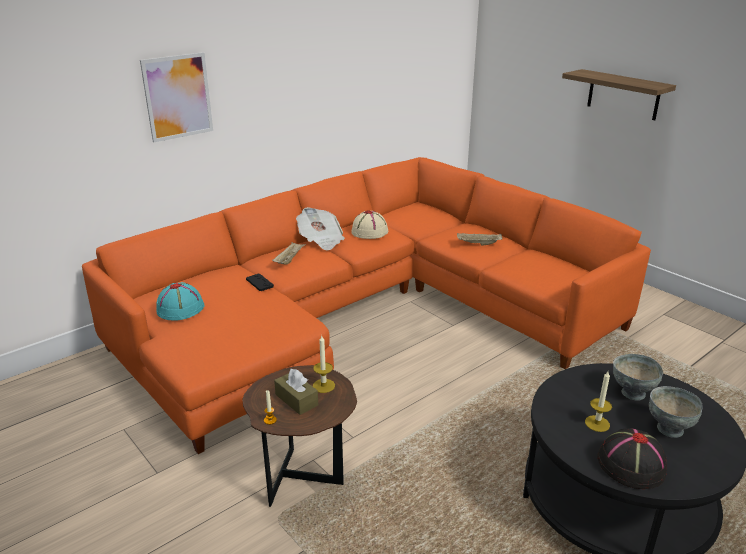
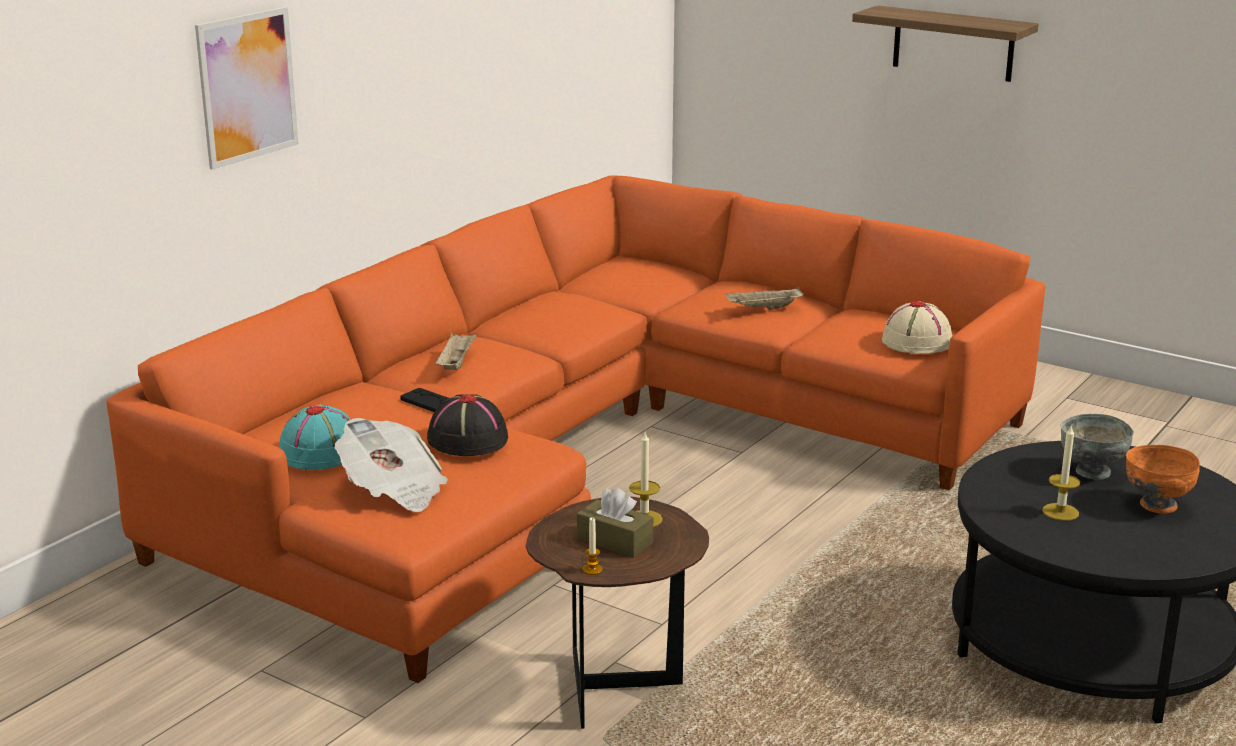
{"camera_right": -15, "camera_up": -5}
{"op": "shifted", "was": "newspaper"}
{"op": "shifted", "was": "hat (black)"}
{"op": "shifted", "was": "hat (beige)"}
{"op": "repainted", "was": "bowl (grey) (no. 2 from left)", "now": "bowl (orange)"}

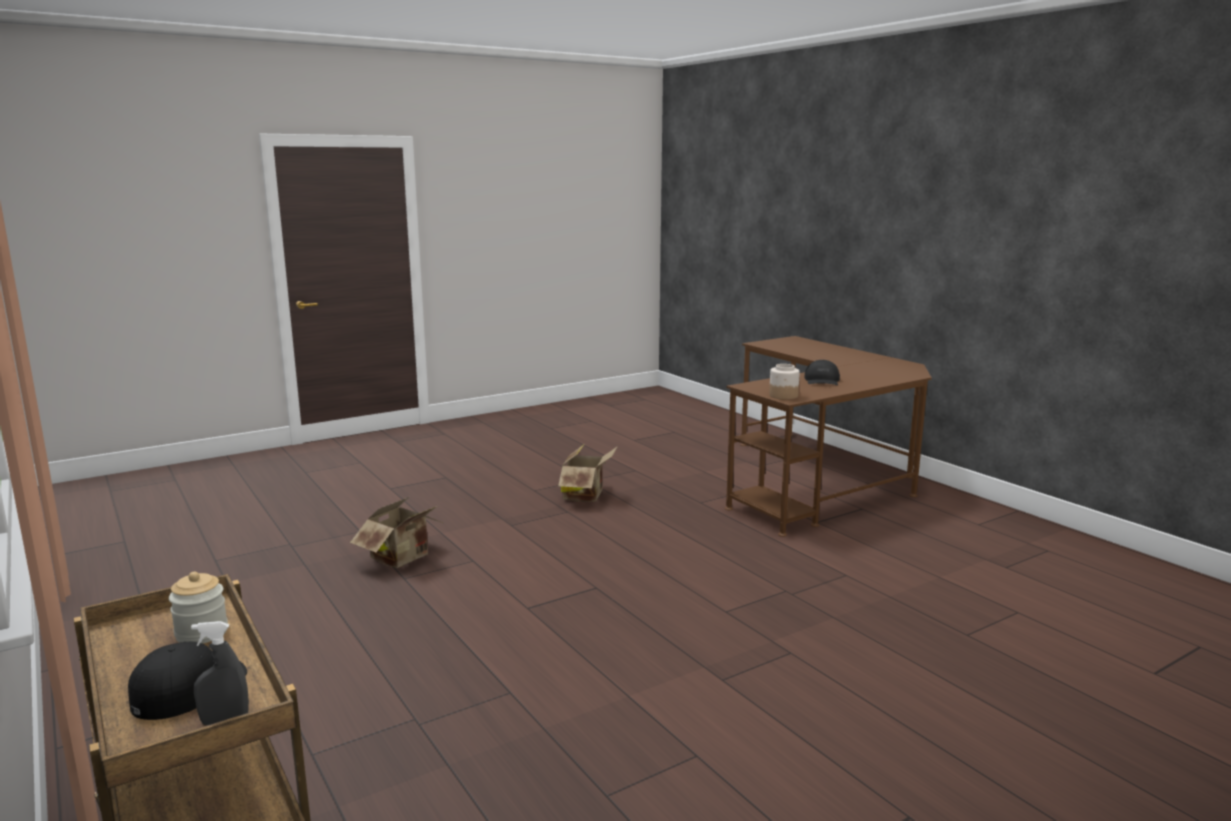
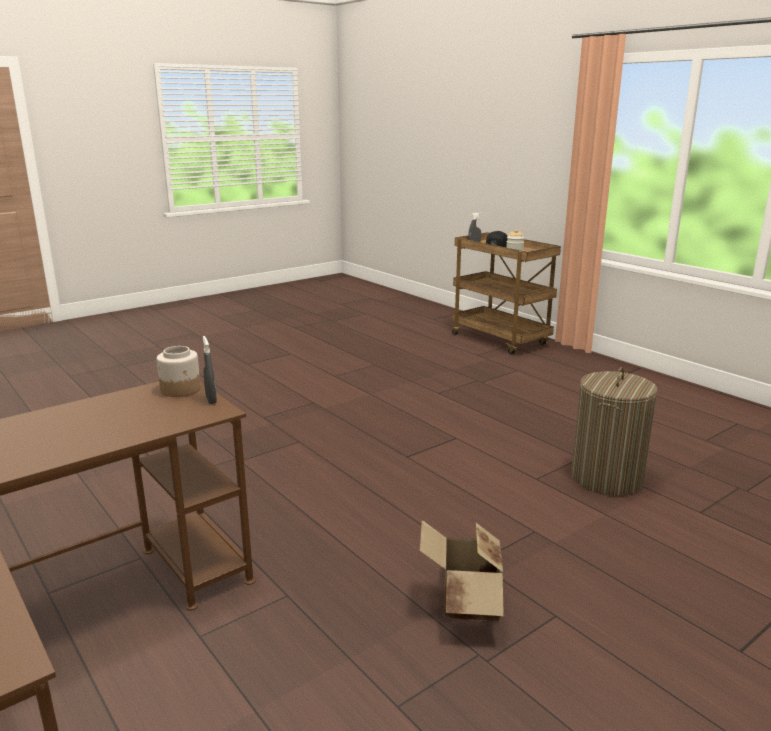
{"camera_right": 175, "camera_up": 5}
{"op": "new", "now": "spray bottle (grey) (no. 1 from left)"}
{"op": "swapped", "was": "cardboard box (no. 1 from left)", "now": "laundry basket"}
{"op": "gone", "was": "cap (black) (no. 2 from left)"}

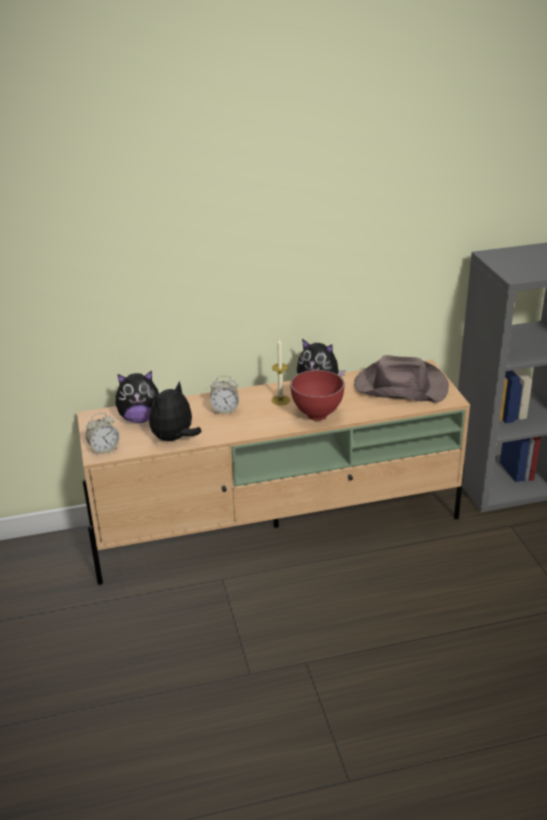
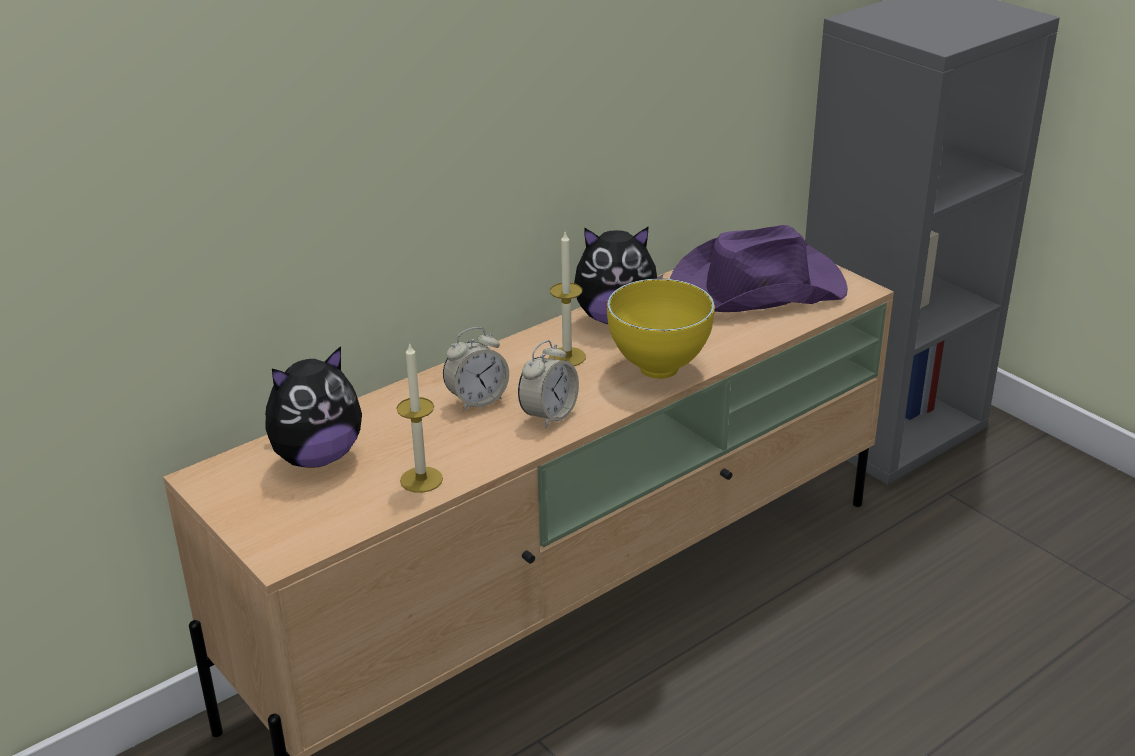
{"camera_right": -25, "camera_up": 0}
{"op": "swapped", "was": "plush toy (no. 2 from left)", "now": "candle (no. 1 from left)"}
{"op": "shifted", "was": "alarm clock (no. 1 from left in the first image)", "now": "alarm clock (no. 2 from left)"}
{"op": "repainted", "was": "bowl (red)", "now": "bowl (yellow)"}
{"op": "repainted", "was": "hat (brown)", "now": "hat (purple)"}

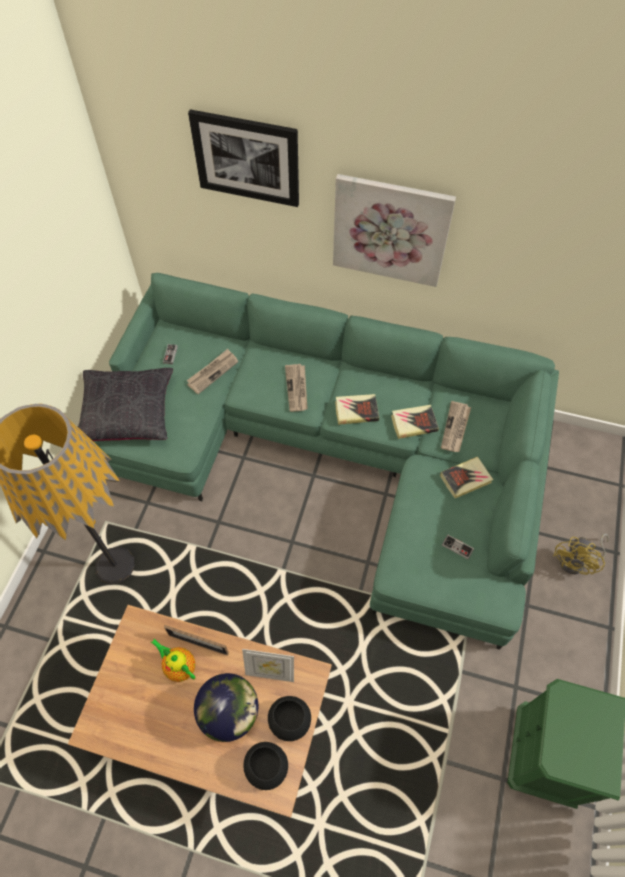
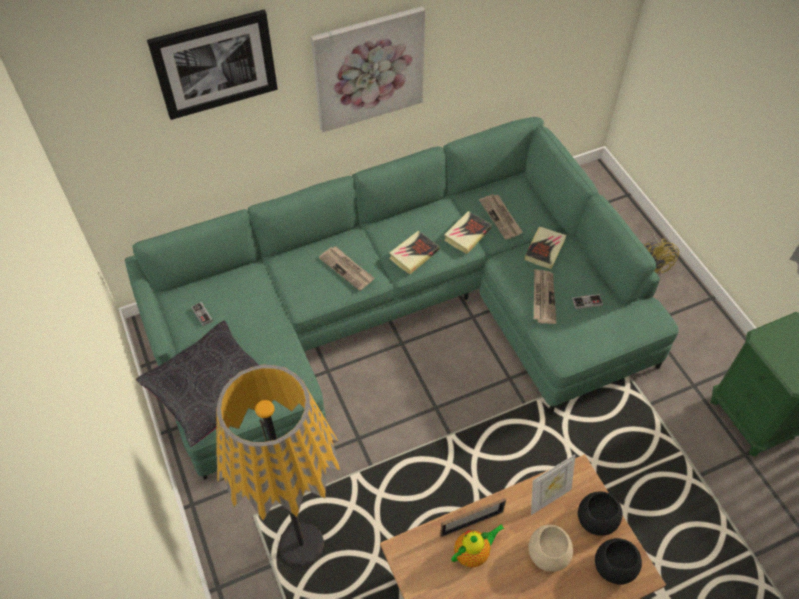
{"camera_right": -40, "camera_up": -5}
{"op": "rotated", "was": "teapot", "clockwise": 150}
{"op": "swapped", "was": "globe", "now": "bowl (beige)"}
{"op": "shifted", "was": "newspaper (no. 1 from left in the first image)", "now": "newspaper (no. 3 from left)"}

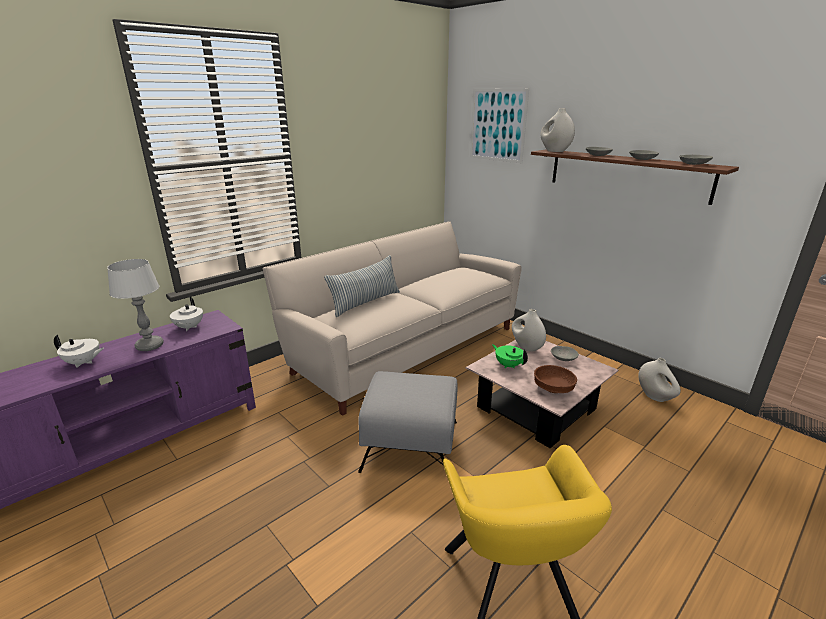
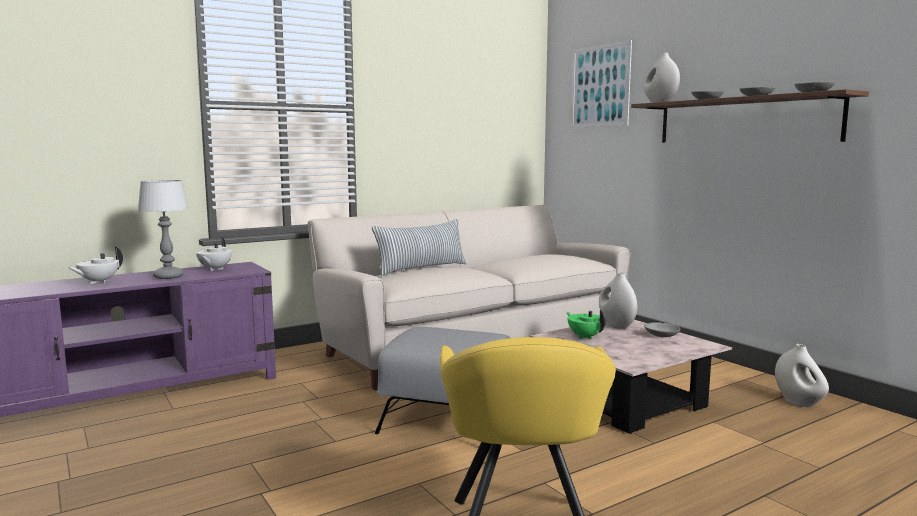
{"camera_right": 10, "camera_up": -15}
{"op": "rotated", "was": "teapot (white) (no. 1 from left)", "clockwise": 105}
{"op": "gone", "was": "bowl (brown)"}

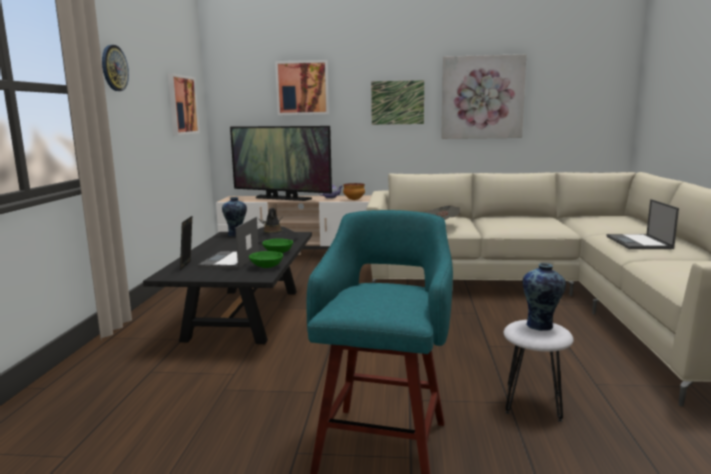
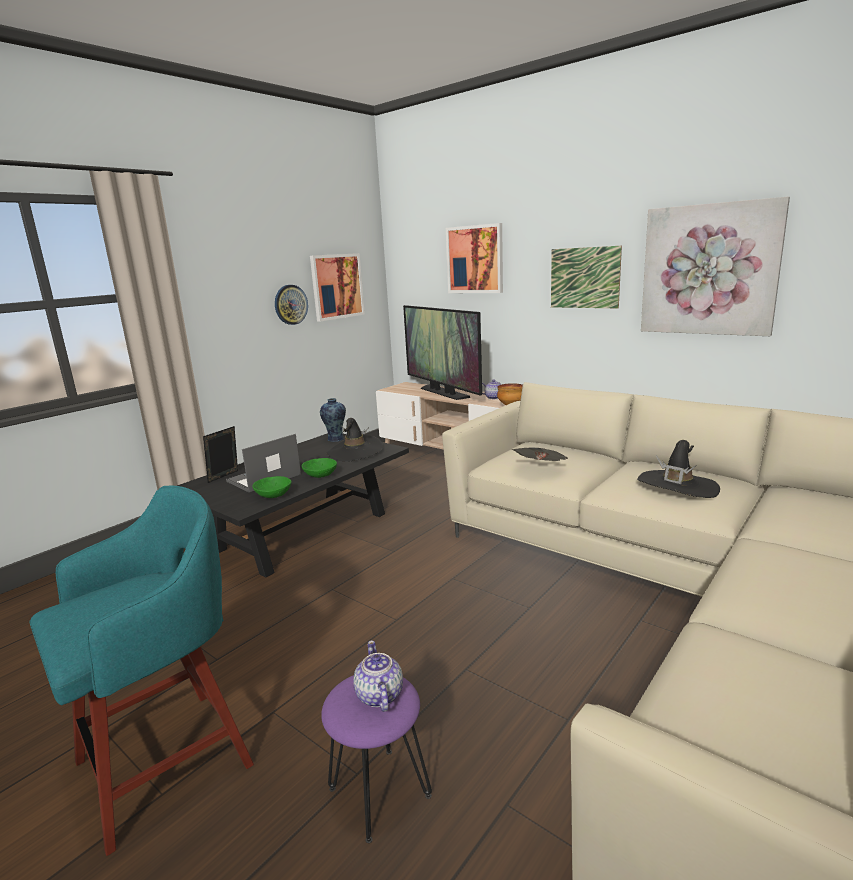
{"camera_right": 35, "camera_up": 5}
{"op": "shifted", "was": "wall clock"}
{"op": "repainted", "was": "stool (white)", "now": "stool (purple)"}
{"op": "swapped", "was": "vase (no. 2 from left)", "now": "teapot (no. 1 from left)"}
{"op": "new", "now": "hat (black) (no. 2 from left)"}
{"op": "gone", "was": "laptop (no. 2 from left)"}

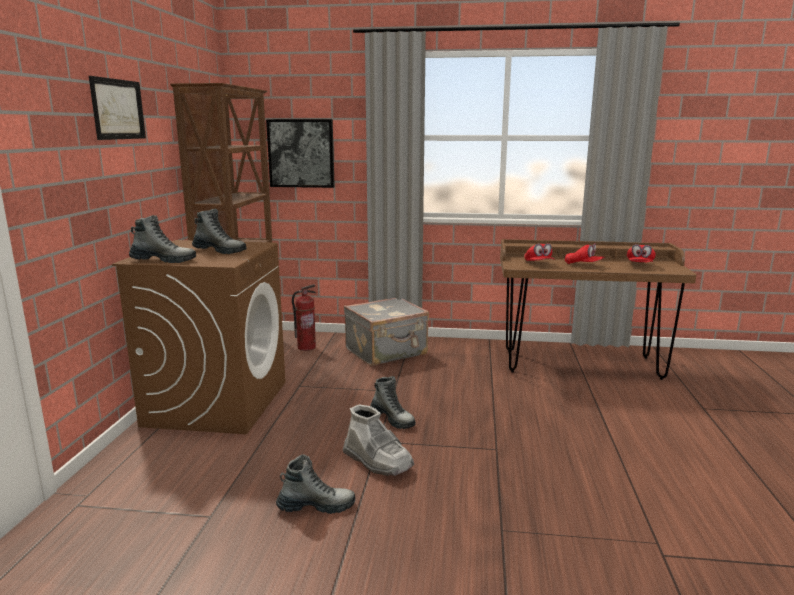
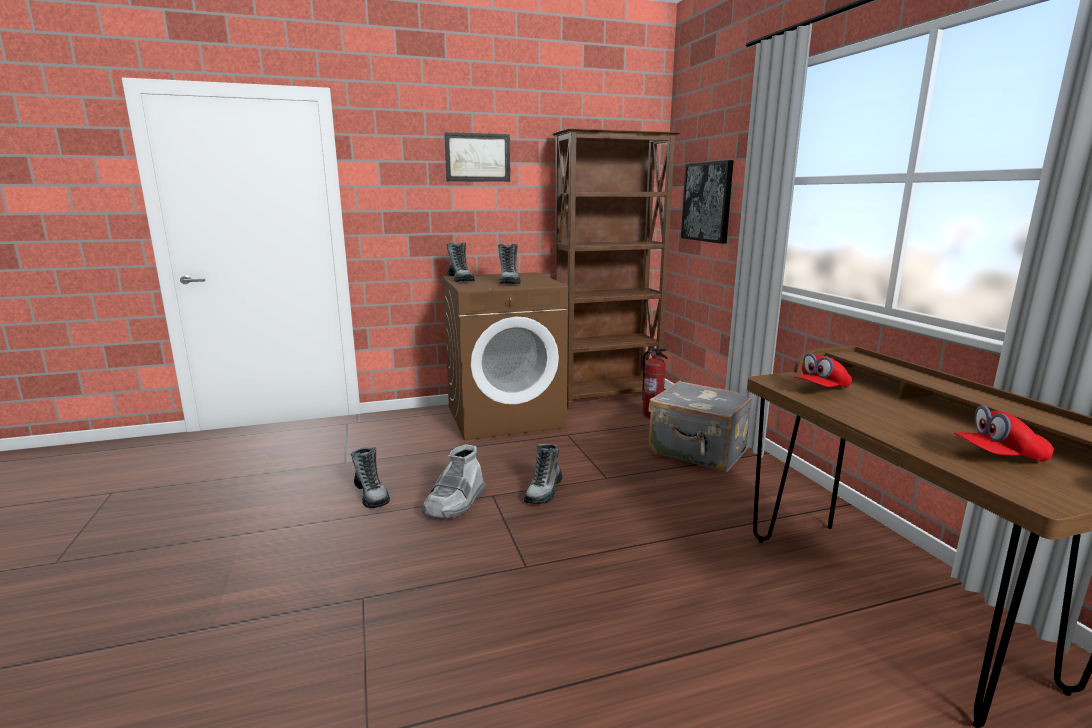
{"camera_right": 65, "camera_up": 0}
{"op": "gone", "was": "cap (red) (no. 2 from left)"}

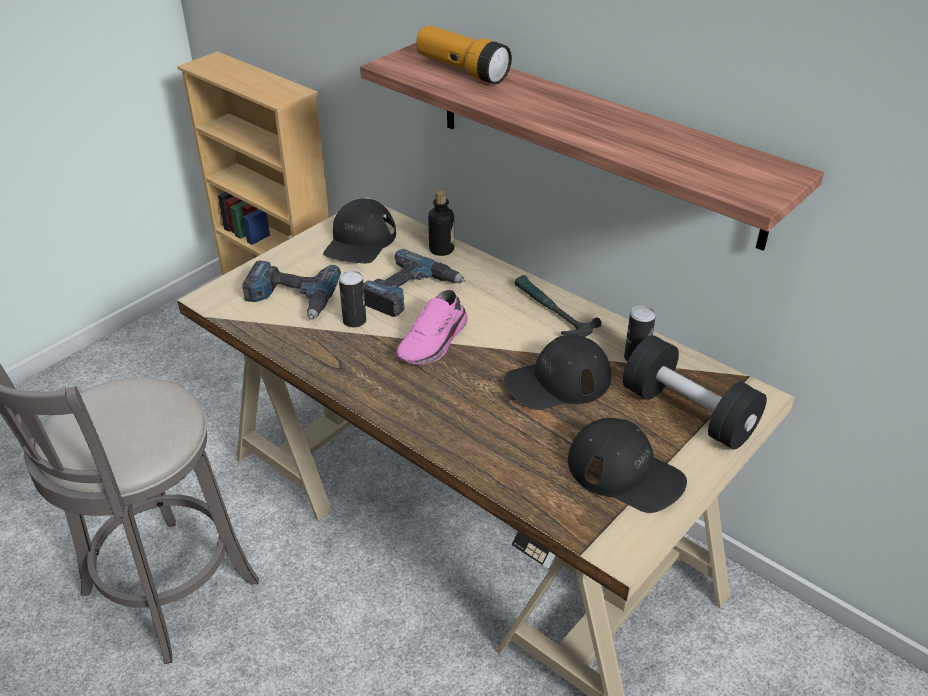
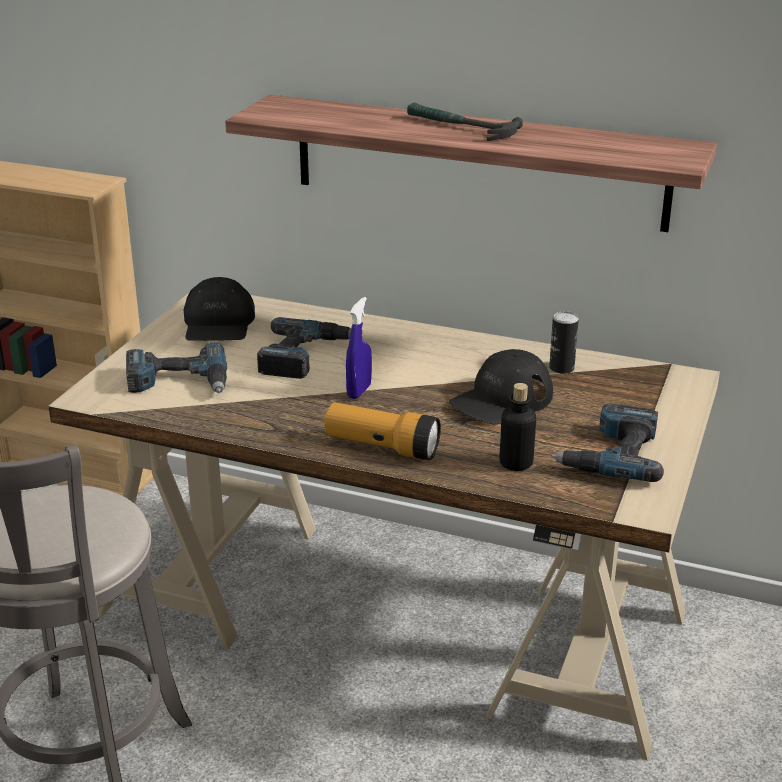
{"camera_right": -20, "camera_up": -10}
{"op": "shifted", "was": "flashlight"}
{"op": "swapped", "was": "shoe (pink)", "now": "spray bottle (blue)"}
{"op": "shifted", "was": "hammer"}
{"op": "shifted", "was": "bottle"}
{"op": "swapped", "was": "cap (black) (no. 3 from left)", "now": "power drill (no. 3 from left)"}
{"op": "gone", "was": "can (no. 1 from left)"}
{"op": "gone", "was": "dumbbell (black)"}

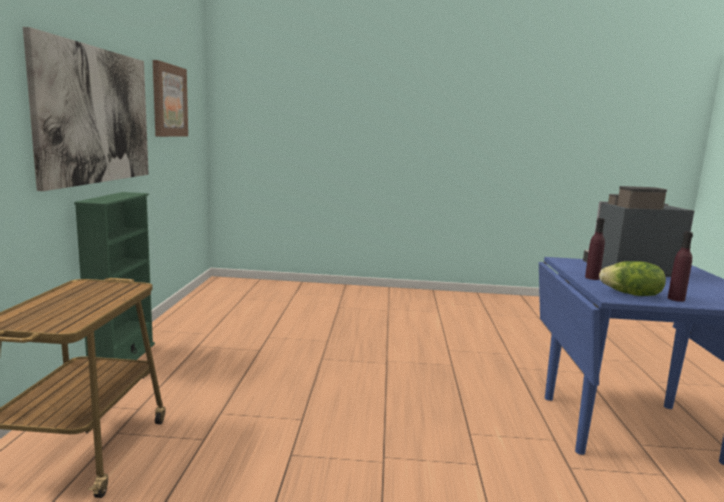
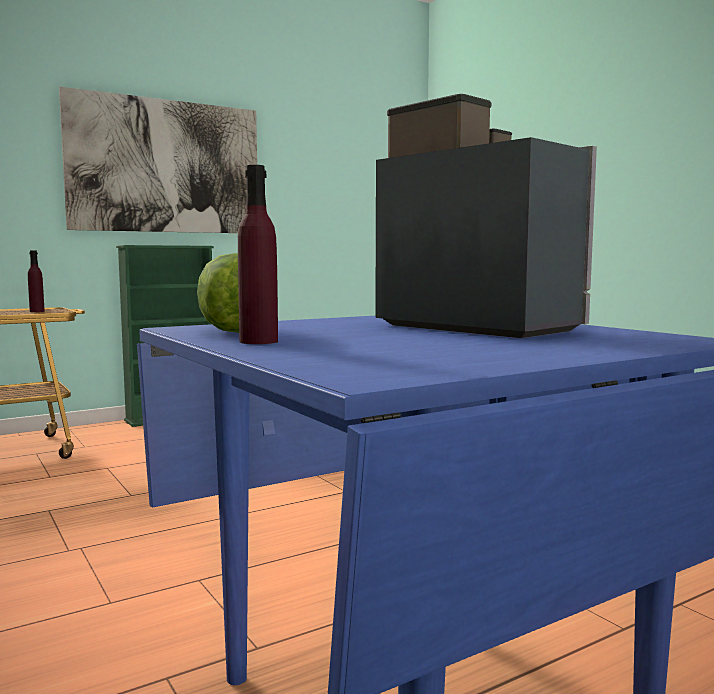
{"camera_right": 55, "camera_up": -5}
{"op": "shifted", "was": "bottle (purple) (no. 1 from left)"}
{"op": "gone", "was": "picture (no. 2 from left)"}

